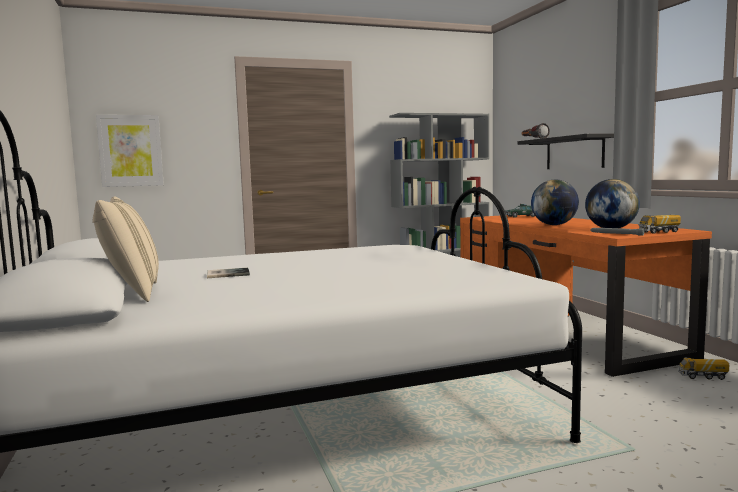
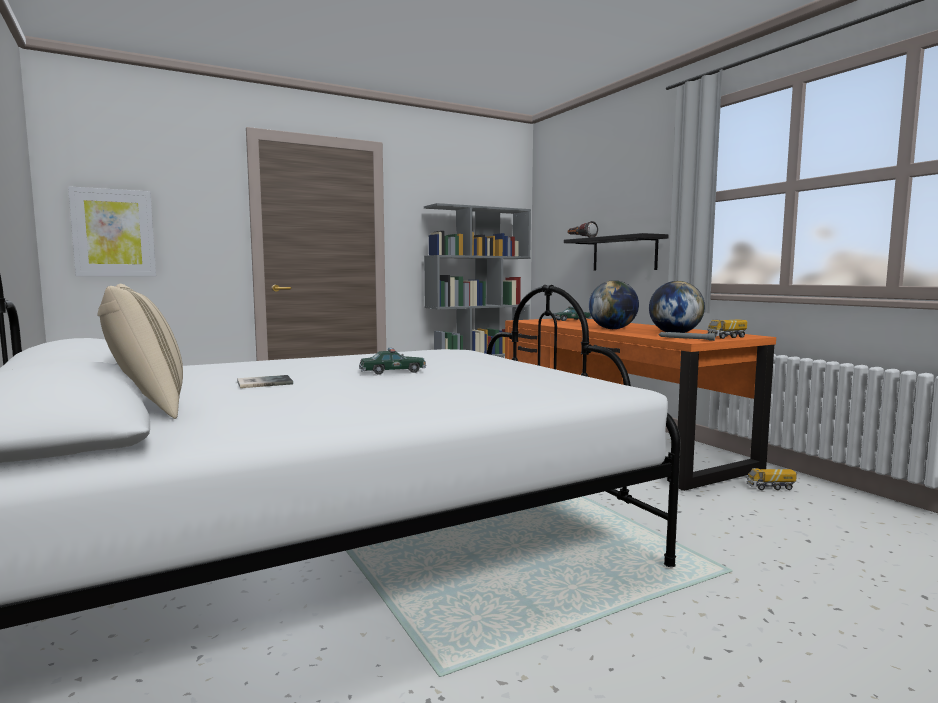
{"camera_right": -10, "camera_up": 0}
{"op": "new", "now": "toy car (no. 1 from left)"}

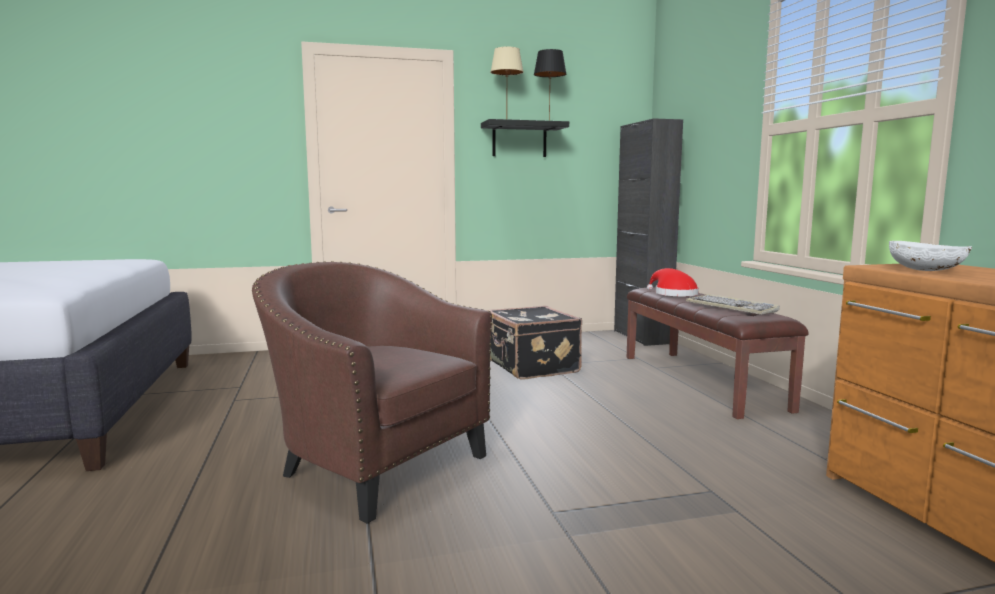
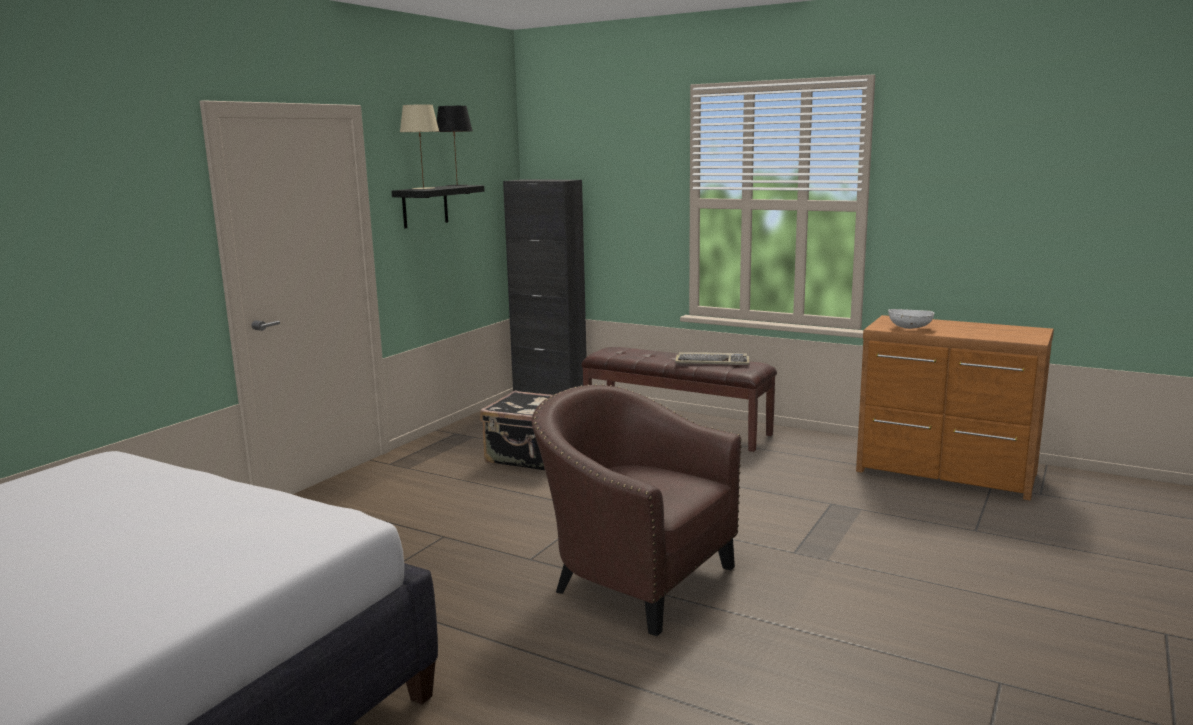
{"camera_right": -45, "camera_up": 5}
{"op": "rotated", "was": "armchair (brown)", "clockwise": 45}
{"op": "gone", "was": "hat (red)"}

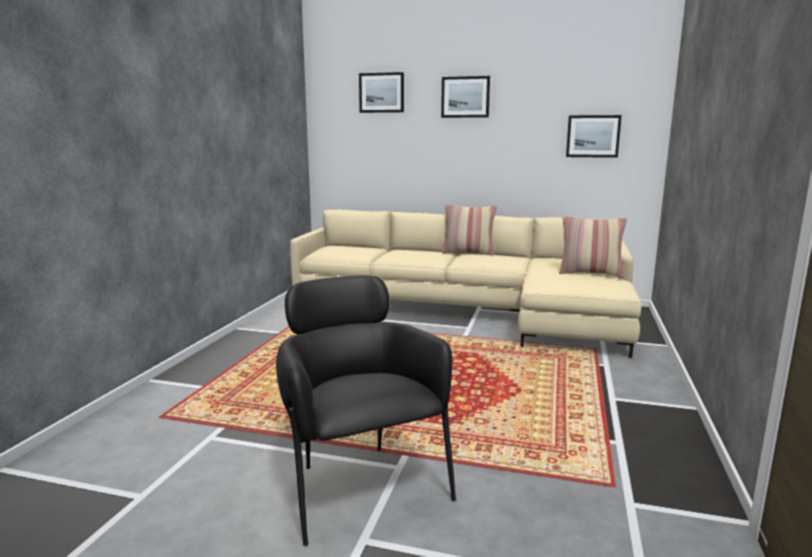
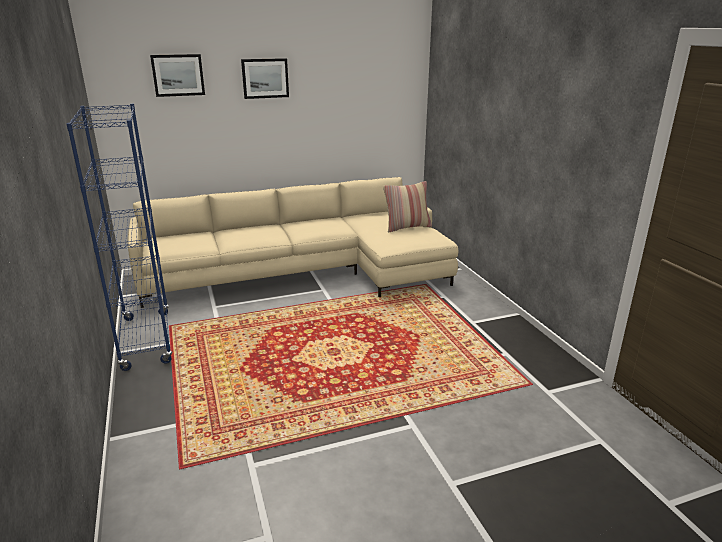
{"camera_right": -35, "camera_up": 10}
{"op": "new", "now": "bookcase (blue)"}
{"op": "gone", "was": "armchair (black)"}
{"op": "gone", "was": "pillow (no. 1 from left)"}
{"op": "gone", "was": "picture (no. 3 from left)"}

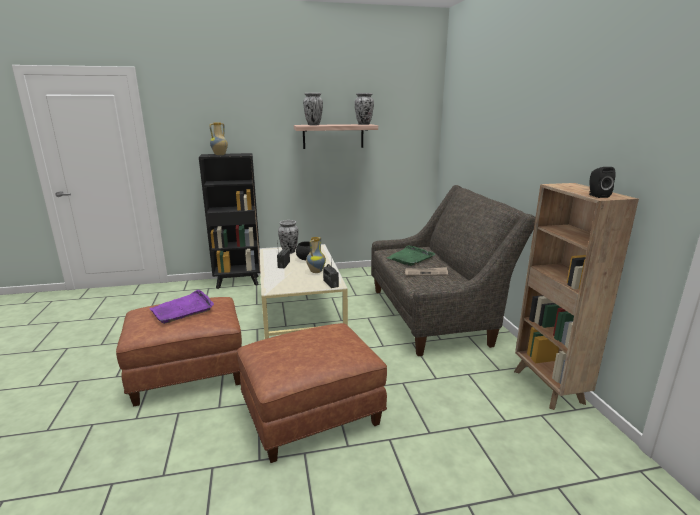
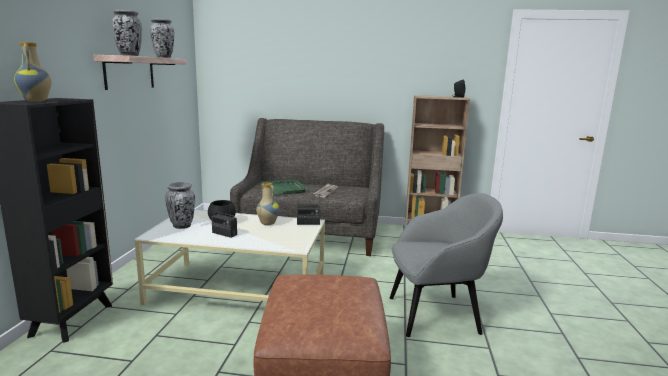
{"camera_right": -70, "camera_up": -5}
{"op": "swapped", "was": "ottoman (brown) (no. 2 from left)", "now": "armchair (grey)"}
{"op": "gone", "was": "tray (purple)"}

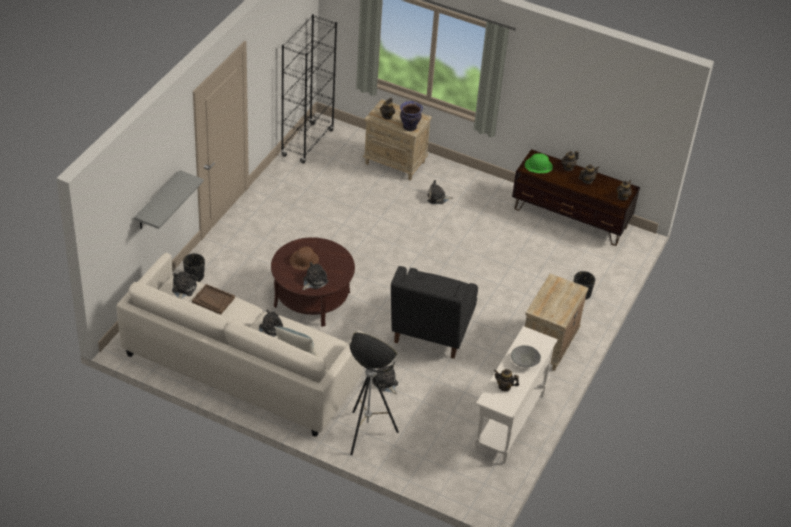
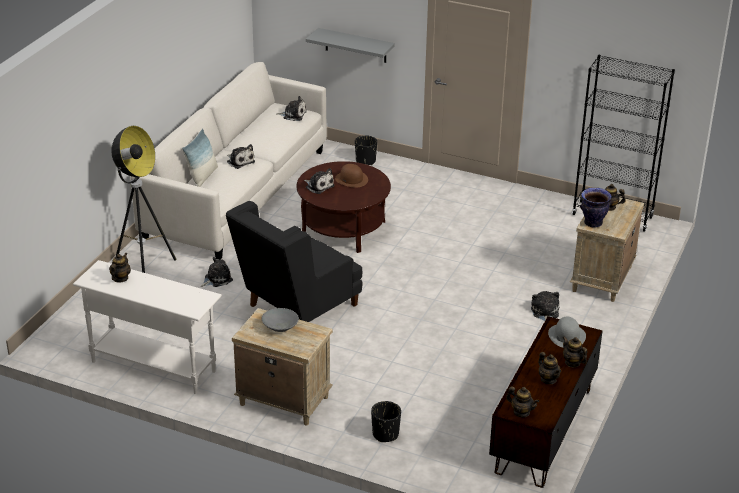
{"camera_right": 90, "camera_up": -10}
{"op": "rotated", "was": "armchair (black)", "clockwise": -60}
{"op": "shifted", "was": "bowl (grey)"}
{"op": "repainted", "was": "hat (green)", "now": "hat (grey)"}
{"op": "gone", "was": "tray (brown)"}

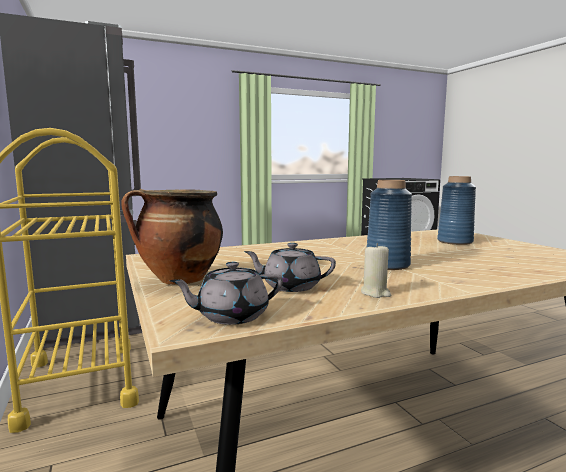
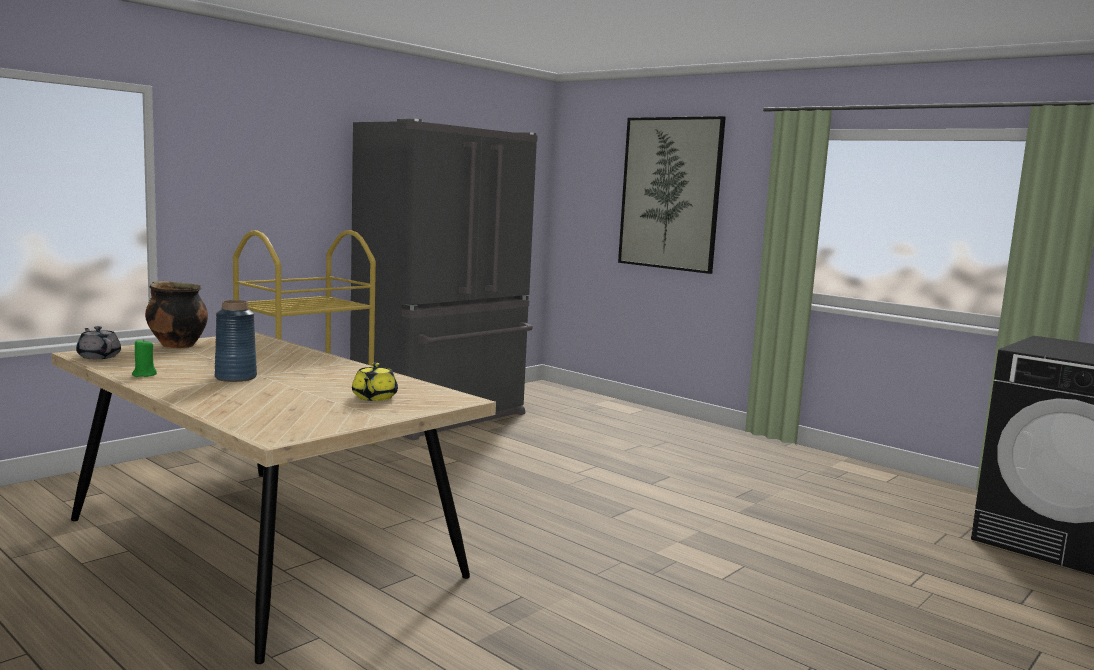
{"camera_right": 65, "camera_up": 0}
{"op": "repainted", "was": "candle (beige)", "now": "candle (green)"}
{"op": "swapped", "was": "vase (blue) (no. 2 from left)", "now": "teapot (yellow)"}
{"op": "new", "now": "picture"}
{"op": "gone", "was": "teapot (grey) (no. 2 from left)"}

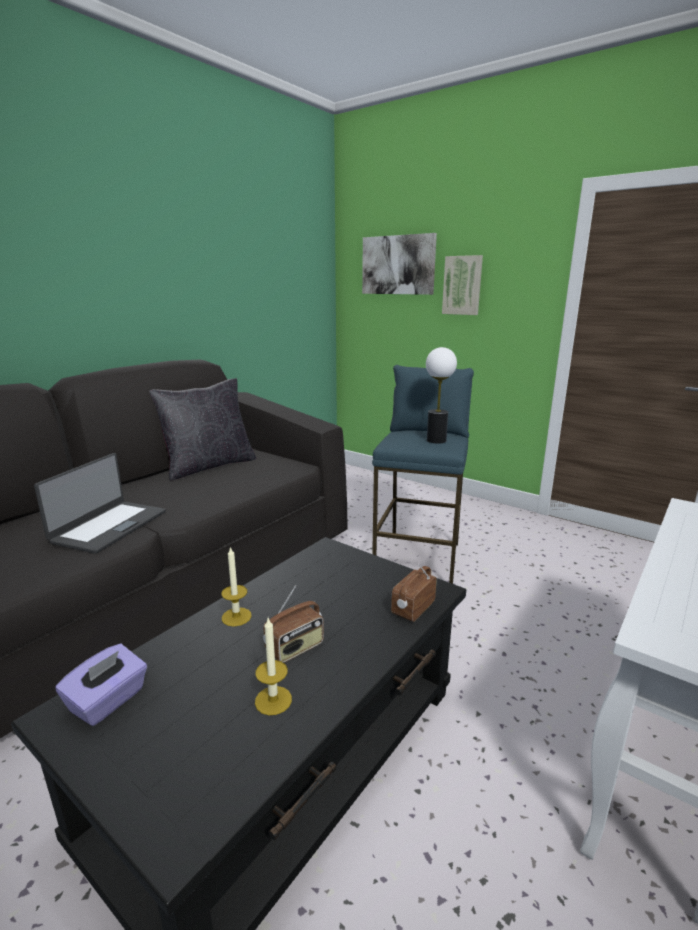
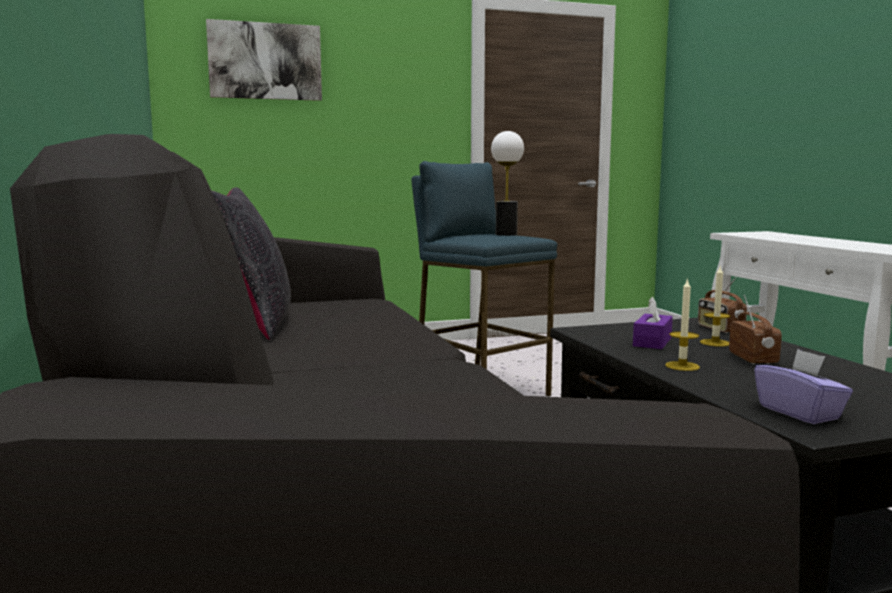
{"camera_right": -55, "camera_up": -10}
{"op": "new", "now": "tissue box (purple) (no. 1 from left)"}
{"op": "shifted", "was": "candle (no. 2 from left)"}
{"op": "gone", "was": "laptop"}
{"op": "gone", "was": "picture (no. 2 from left)"}

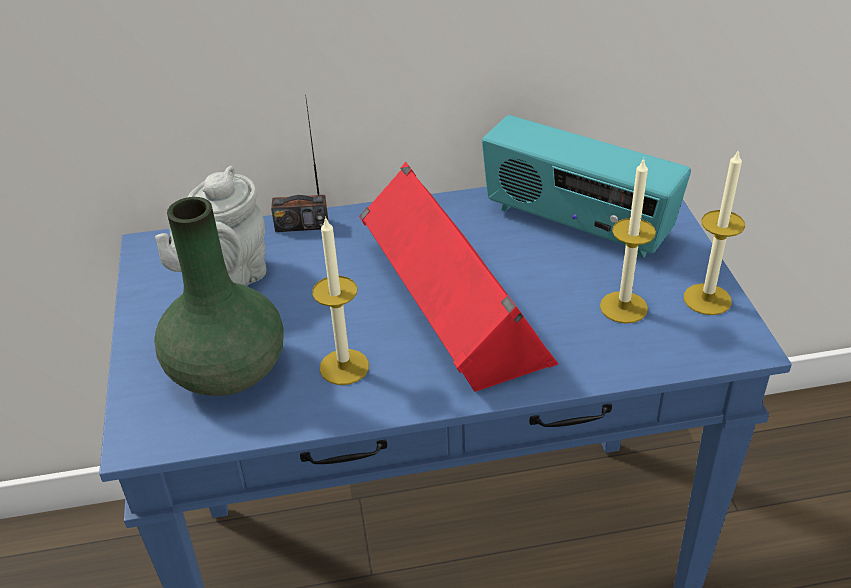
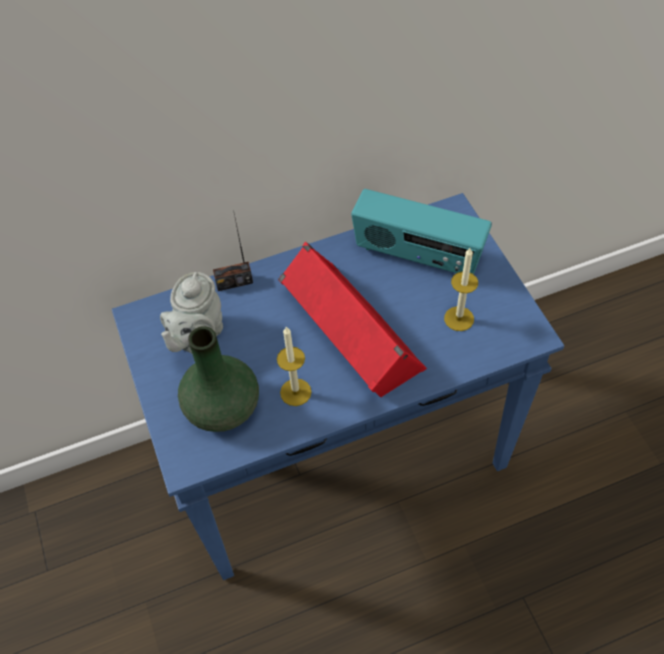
{"camera_right": -10, "camera_up": 15}
{"op": "gone", "was": "candle (no. 3 from left)"}

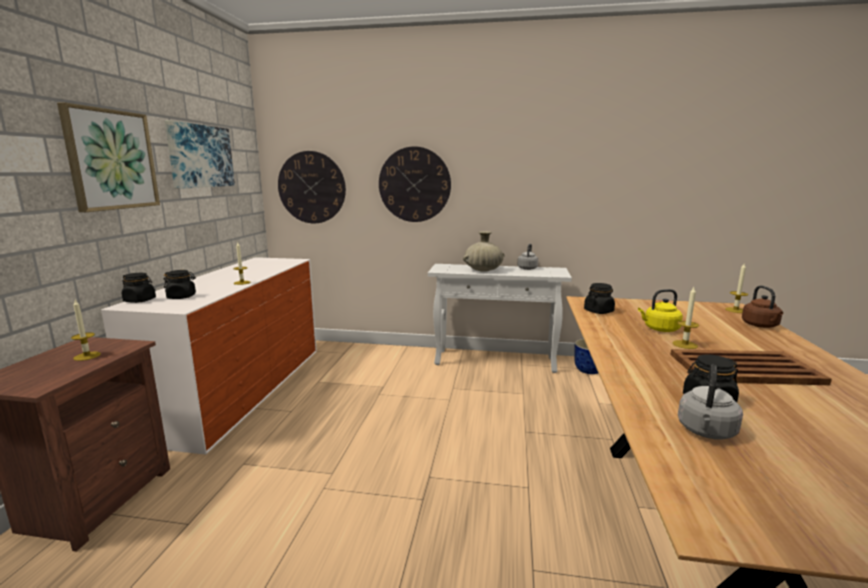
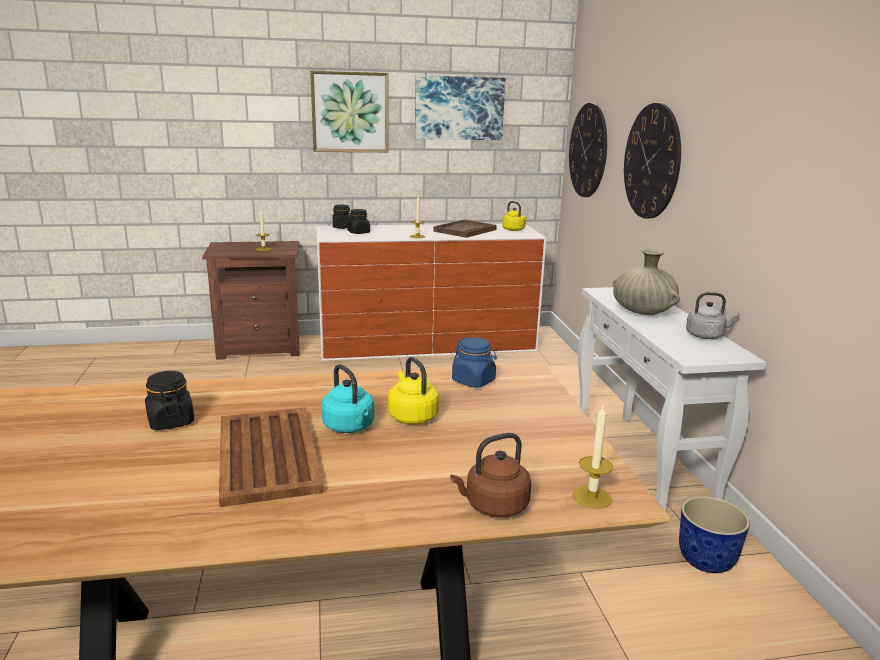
{"camera_right": 70, "camera_up": 5}
{"op": "swapped", "was": "candle (no. 3 from left)", "now": "kettle (turquoise)"}
{"op": "new", "now": "tray (brown) (no. 2 from left)"}
{"op": "repainted", "was": "jar (black) (no. 3 from left)", "now": "jar (blue)"}
{"op": "new", "now": "kettle (yellow) (no. 2 from left)"}
{"op": "gone", "was": "kettle (grey) (no. 2 from left)"}

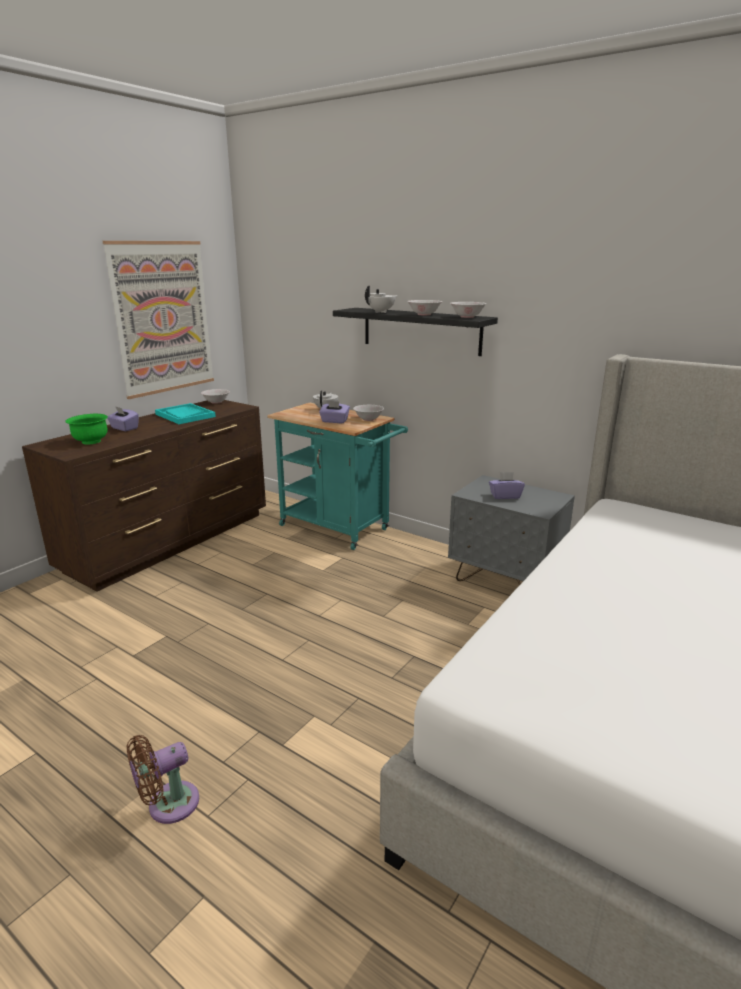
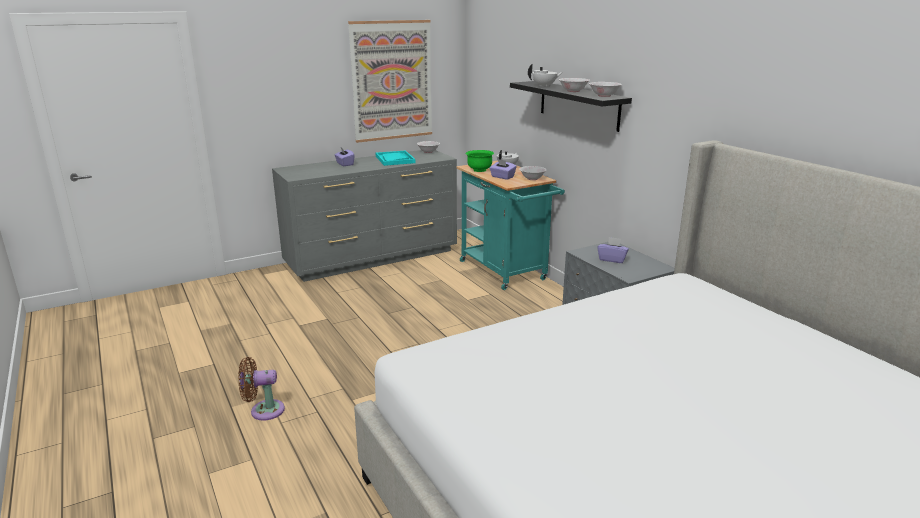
{"camera_right": 25, "camera_up": 0}
{"op": "repainted", "was": "dresser (brown)", "now": "dresser (grey)"}
{"op": "shifted", "was": "bowl (green)"}

